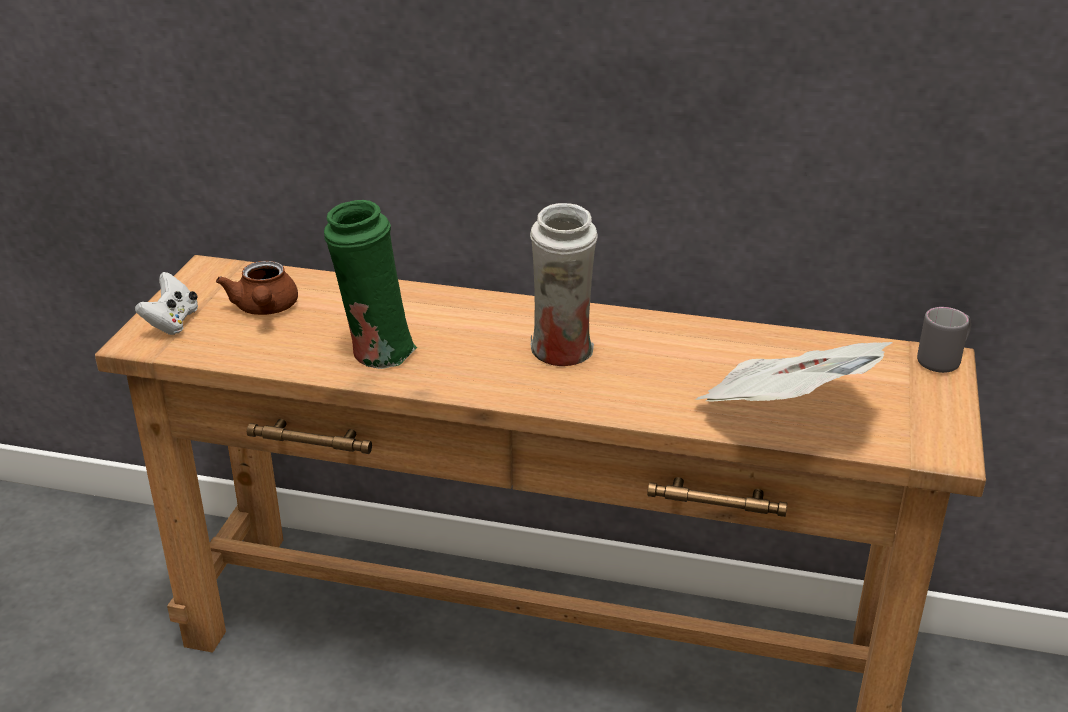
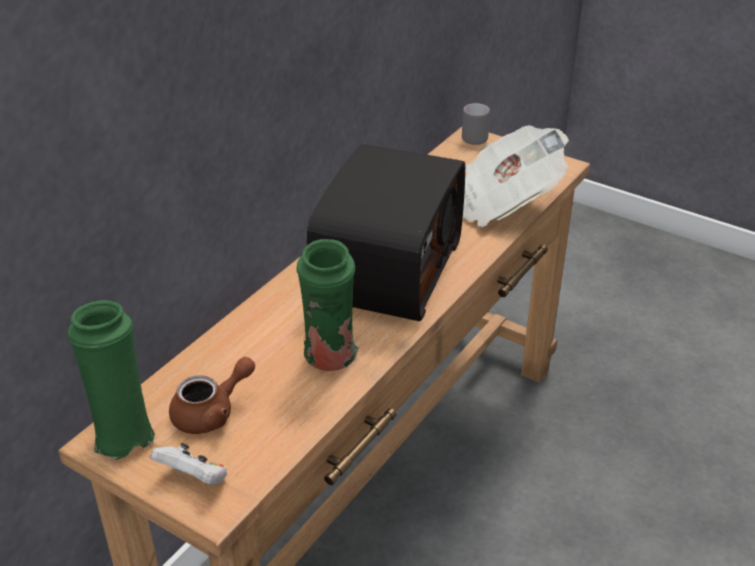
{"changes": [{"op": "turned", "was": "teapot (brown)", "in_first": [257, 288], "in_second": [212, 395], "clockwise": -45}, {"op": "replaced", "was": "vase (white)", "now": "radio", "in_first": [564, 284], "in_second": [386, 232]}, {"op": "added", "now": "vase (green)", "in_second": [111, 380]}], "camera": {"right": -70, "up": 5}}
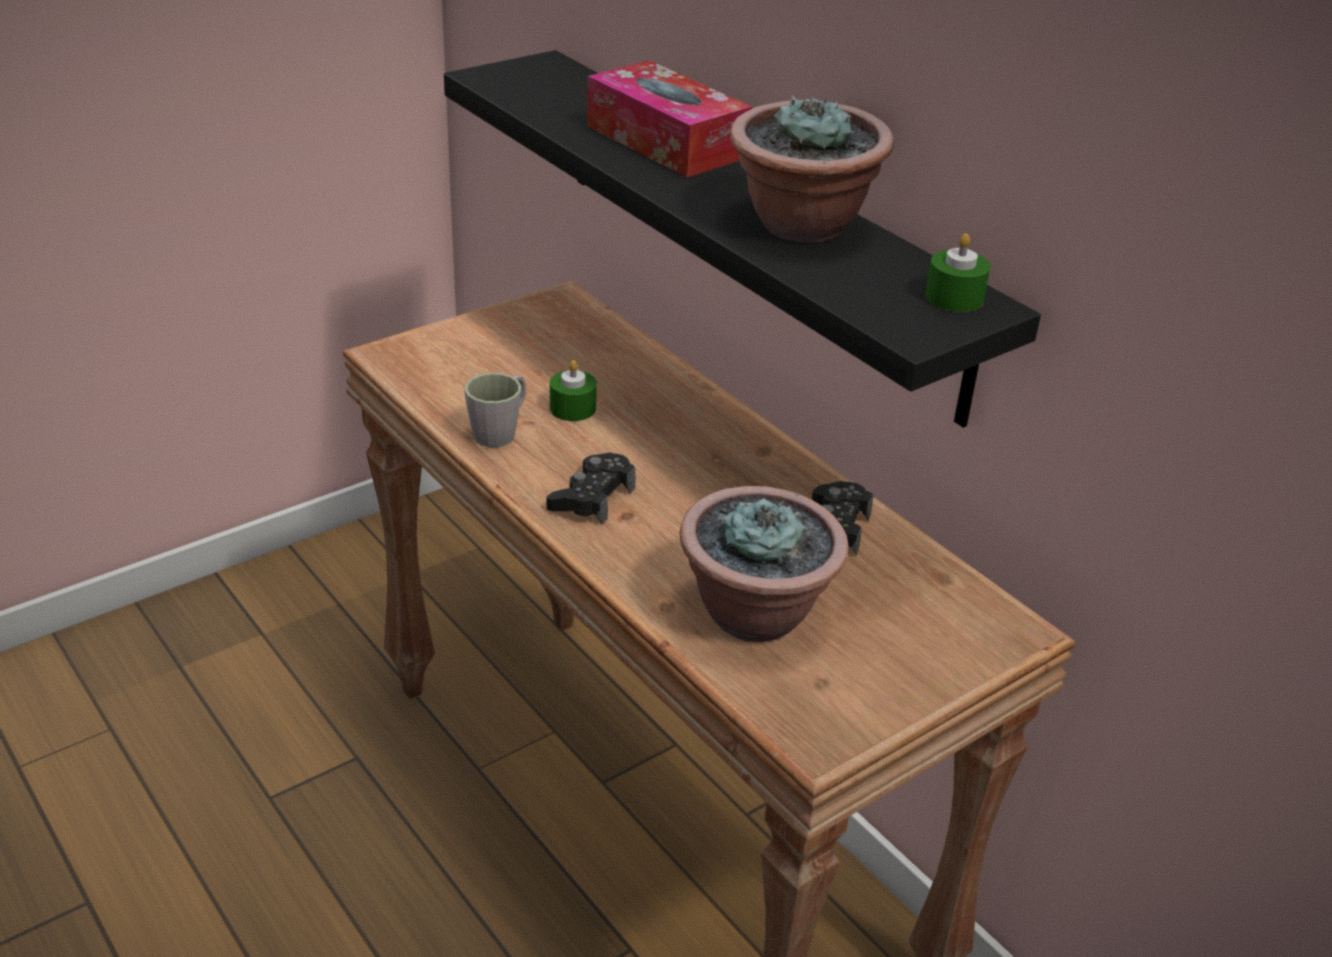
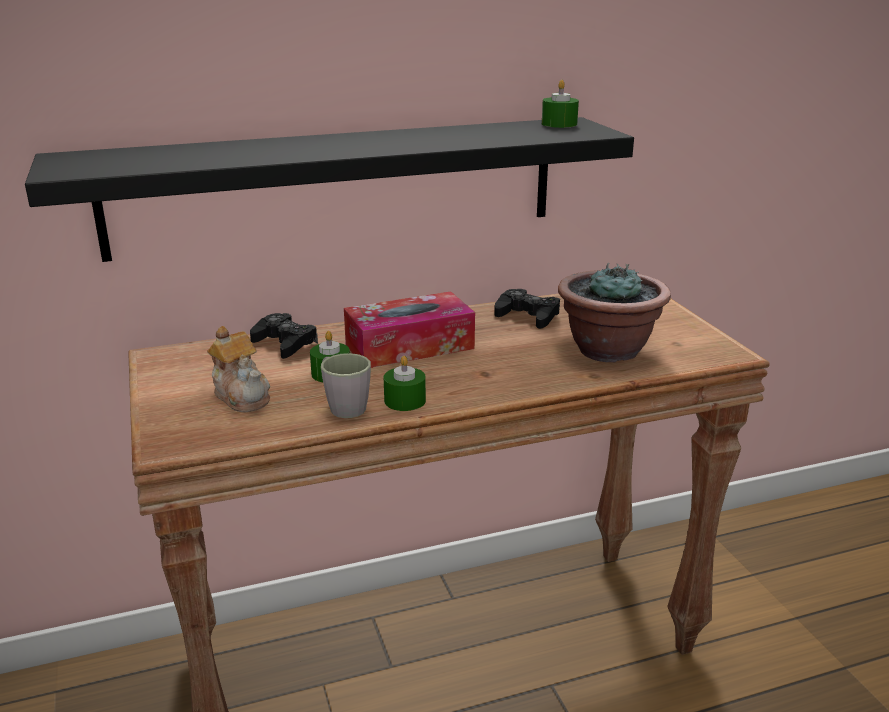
{"changes": [{"op": "moved", "was": "game controller (black)", "in_first": [591, 488], "in_second": [284, 336]}, {"op": "moved", "was": "tissue box", "in_first": [669, 119], "in_second": [409, 329]}, {"op": "removed", "was": "potted plant", "in_first": [812, 168]}, {"op": "added", "now": "teapot", "in_second": [238, 369]}, {"op": "added", "now": "candle (green)", "in_second": [405, 383]}], "camera": {"right": -70, "up": -10}}
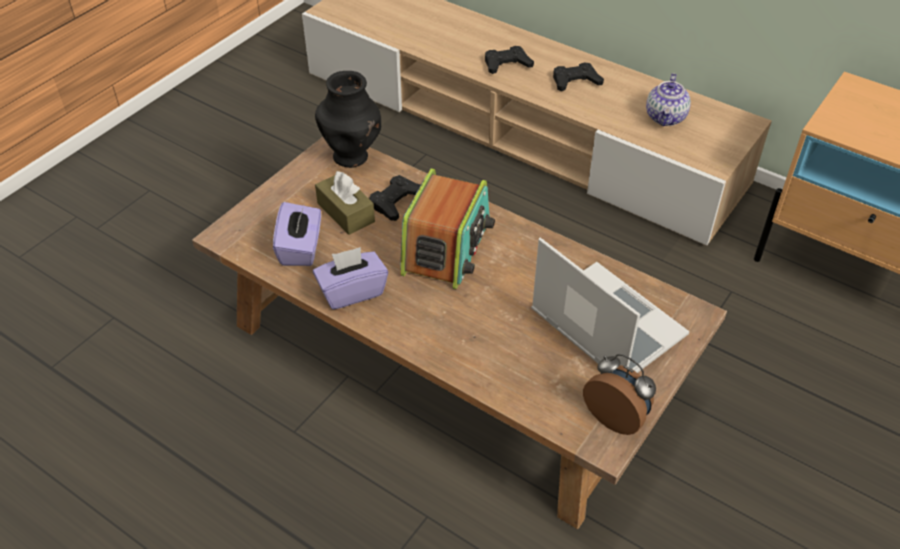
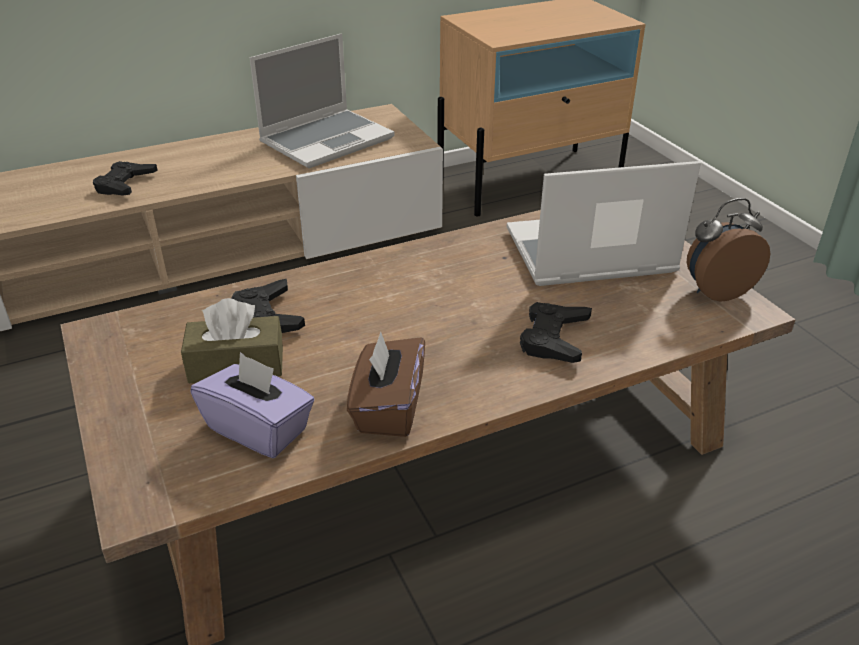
{"changes": [{"op": "recoloured", "was": "tissue box (purple)", "now": "tissue box (brown)", "in_first": [350, 278], "in_second": [386, 384]}, {"op": "removed", "was": "vase (black)", "in_first": [348, 119]}, {"op": "removed", "was": "radio", "in_first": [447, 228]}, {"op": "moved", "was": "game controller (black)", "in_first": [578, 76], "in_second": [556, 332]}, {"op": "replaced", "was": "teapot", "now": "laptop", "in_first": [668, 99], "in_second": [321, 100]}], "camera": {"right": -60, "up": -10}}
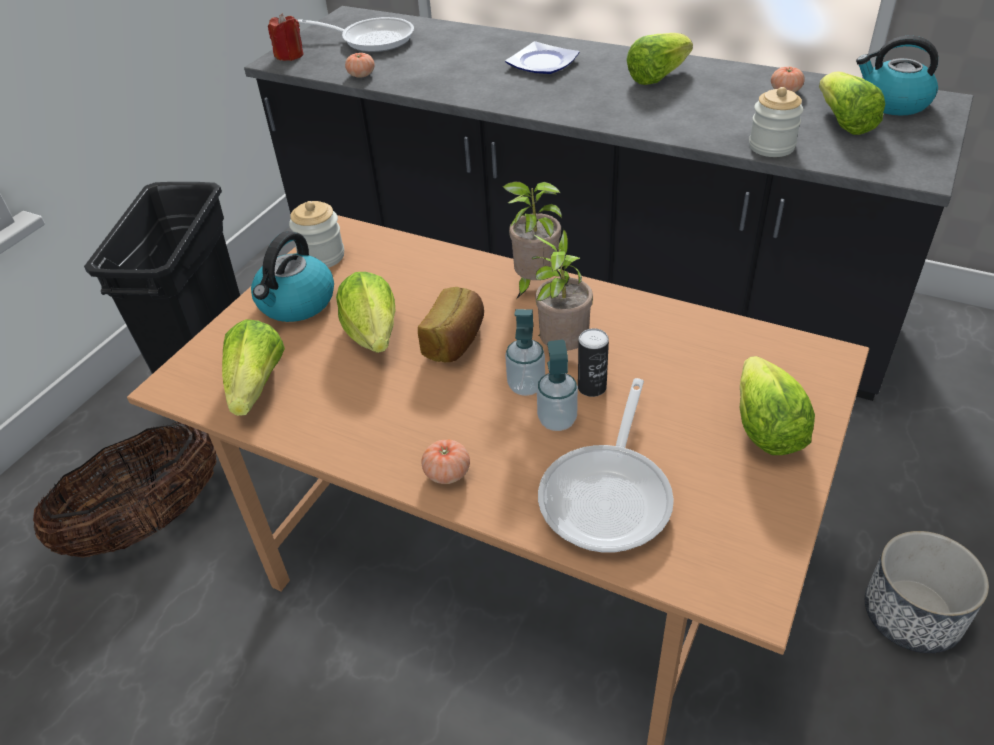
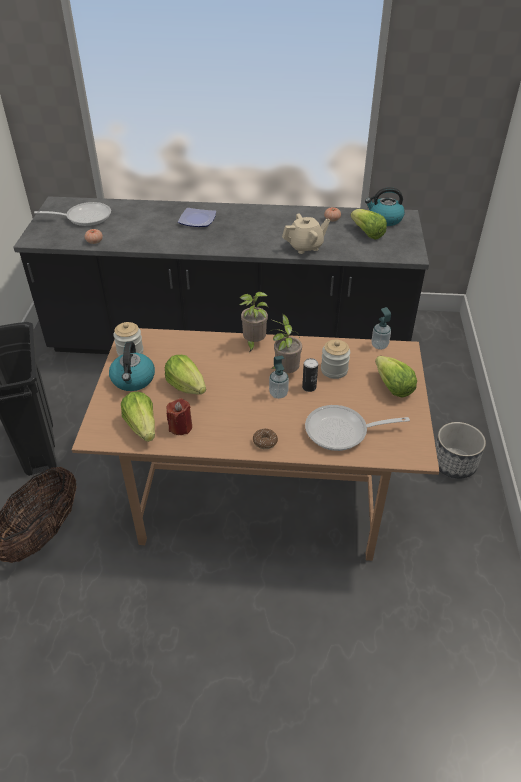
{"changes": [{"op": "moved", "was": "candle (red)", "in_first": [286, 37], "in_second": [179, 416]}, {"op": "removed", "was": "bread", "in_first": [451, 324]}, {"op": "replaced", "was": "tomato", "now": "donut", "in_first": [445, 461], "in_second": [265, 439]}, {"op": "moved", "was": "soap dispenser", "in_first": [557, 385], "in_second": [381, 328]}, {"op": "turned", "was": "frying pan", "in_first": [606, 465], "in_second": [357, 428], "clockwise": 90}, {"op": "removed", "was": "lettuce", "in_first": [659, 59]}, {"op": "moved", "was": "jar", "in_first": [776, 122], "in_second": [335, 359]}, {"op": "added", "now": "teapot (beige)", "in_second": [306, 234]}], "camera": {"right": -25, "up": 0}}
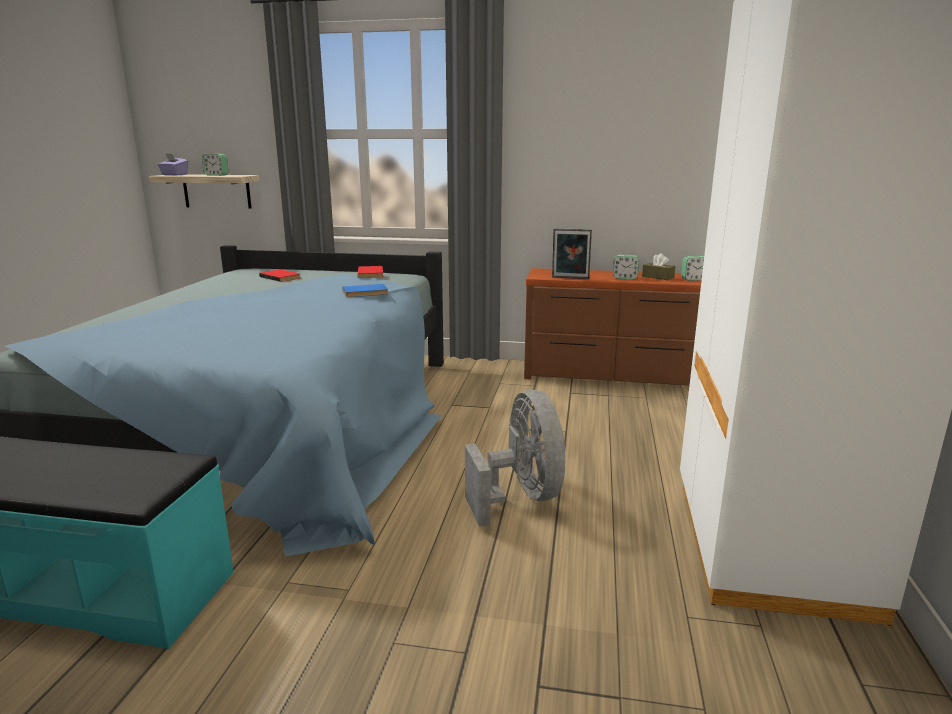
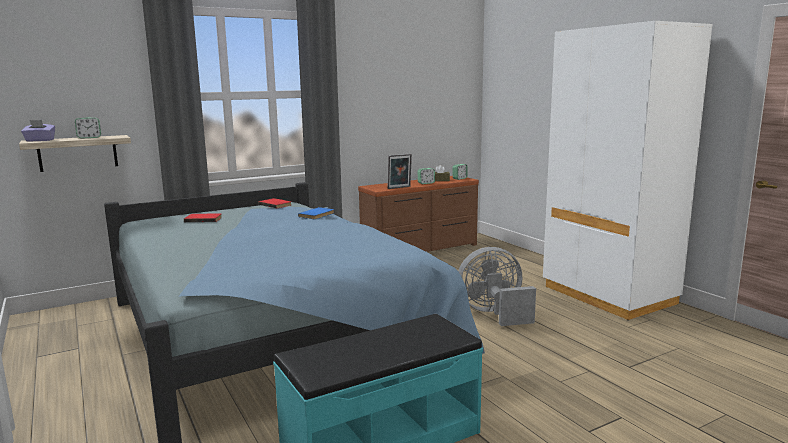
{"changes": [{"op": "turned", "was": "fan (grey)", "in_first": [515, 458], "in_second": [497, 286], "clockwise": -45}], "camera": {"right": -40, "up": -5}}
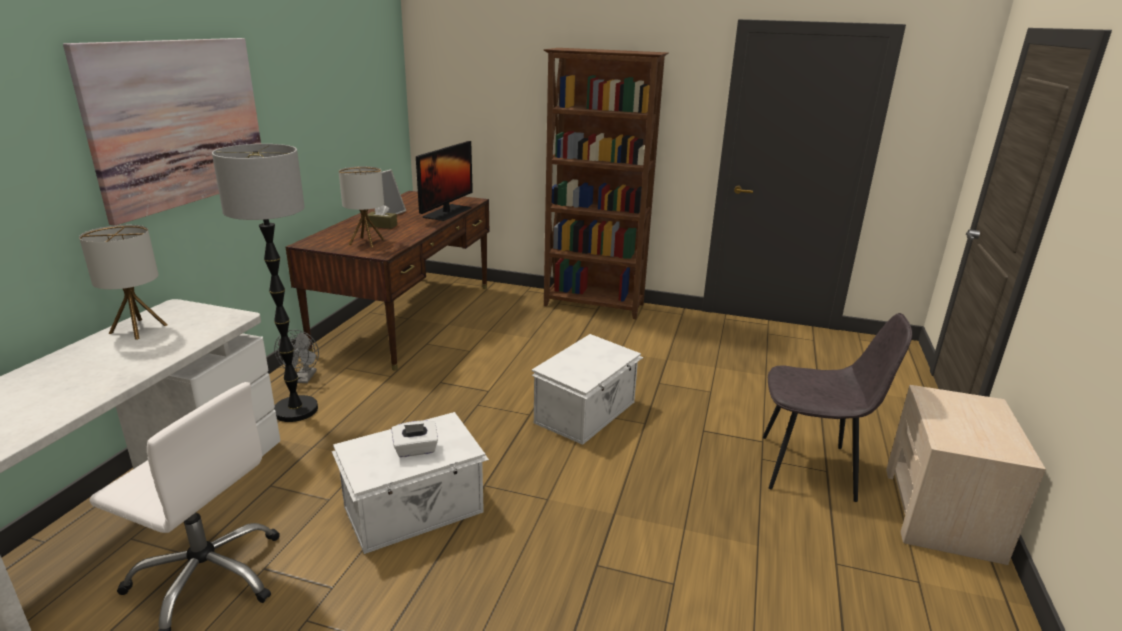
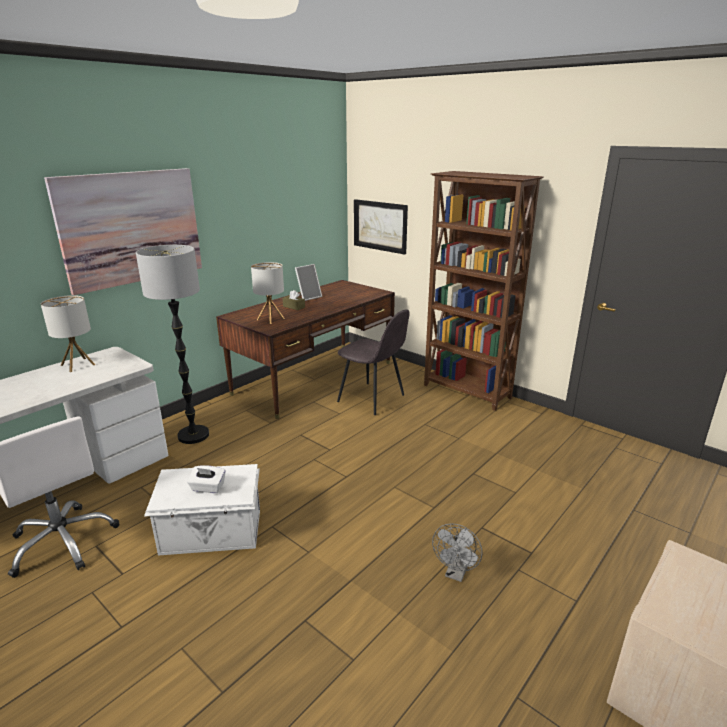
{"changes": [{"op": "moved", "was": "fan (grey)", "in_first": [296, 356], "in_second": [457, 552]}, {"op": "removed", "was": "monitor", "in_first": [444, 181]}, {"op": "removed", "was": "storage box (white)", "in_first": [587, 389]}, {"op": "moved", "was": "chair (grey)", "in_first": [837, 407], "in_second": [373, 362]}, {"op": "added", "now": "picture", "in_second": [381, 227]}], "camera": {"right": 25, "up": 0}}
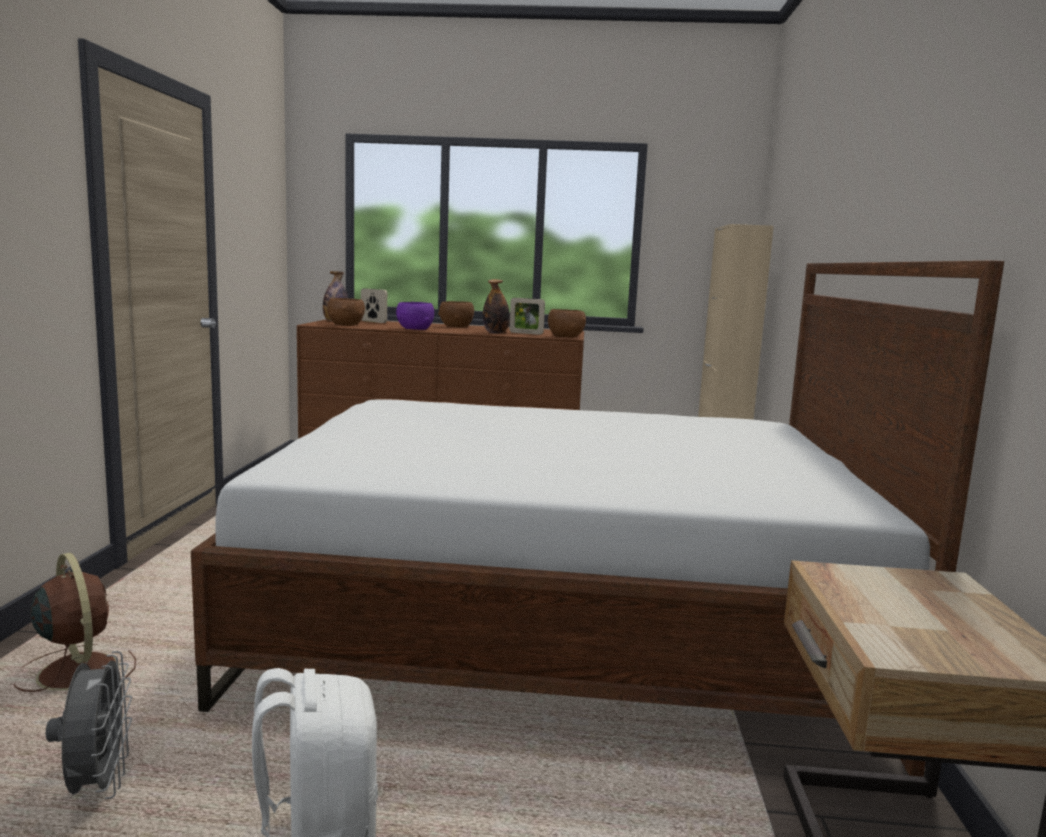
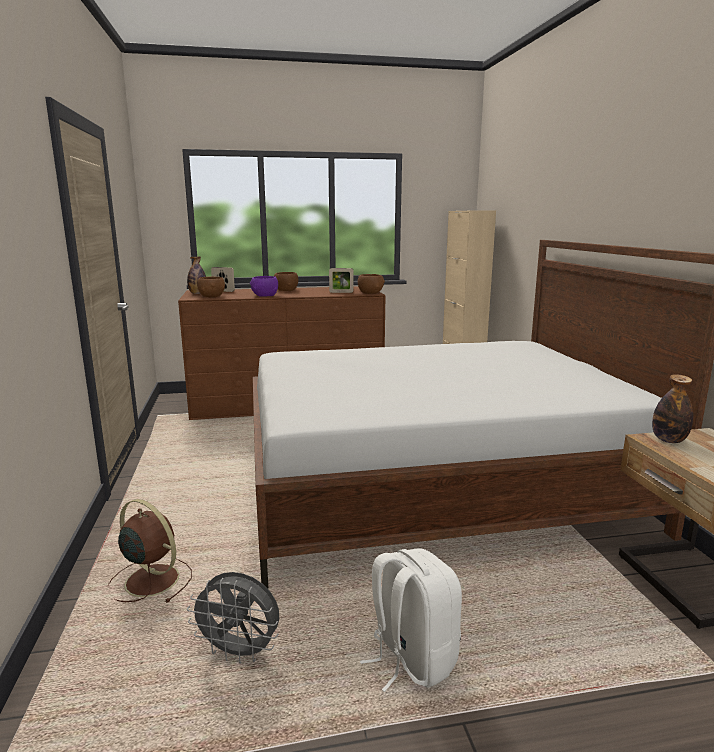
{"changes": [{"op": "turned", "was": "fan (grey)", "in_first": [89, 725], "in_second": [233, 618], "clockwise": 135}, {"op": "moved", "was": "bottle", "in_first": [496, 306], "in_second": [672, 408]}], "camera": {"right": -15, "up": 5}}
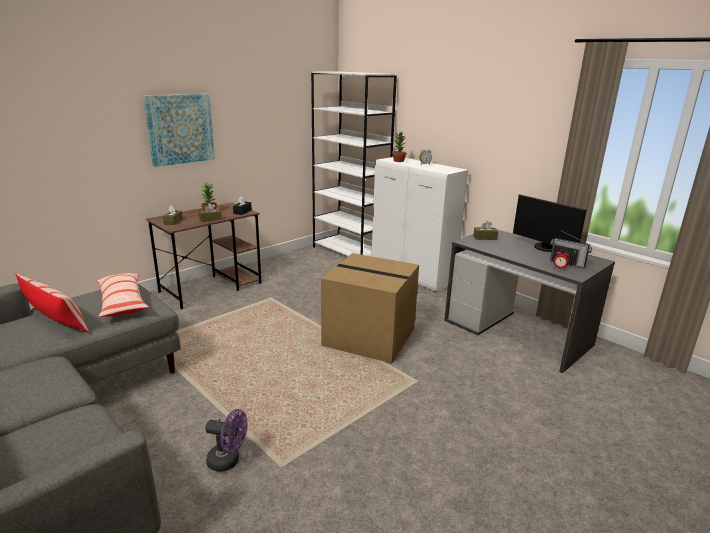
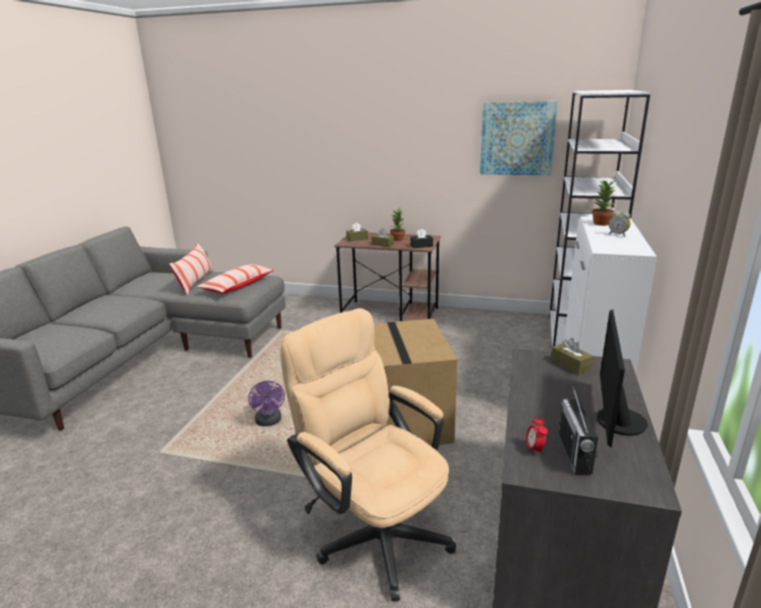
{"changes": [{"op": "moved", "was": "picture", "in_first": [179, 130], "in_second": [519, 138]}, {"op": "moved", "was": "fan (purple)", "in_first": [226, 440], "in_second": [266, 403]}, {"op": "added", "now": "office chair (beige)", "in_second": [368, 454]}], "camera": {"right": 60, "up": 0}}
